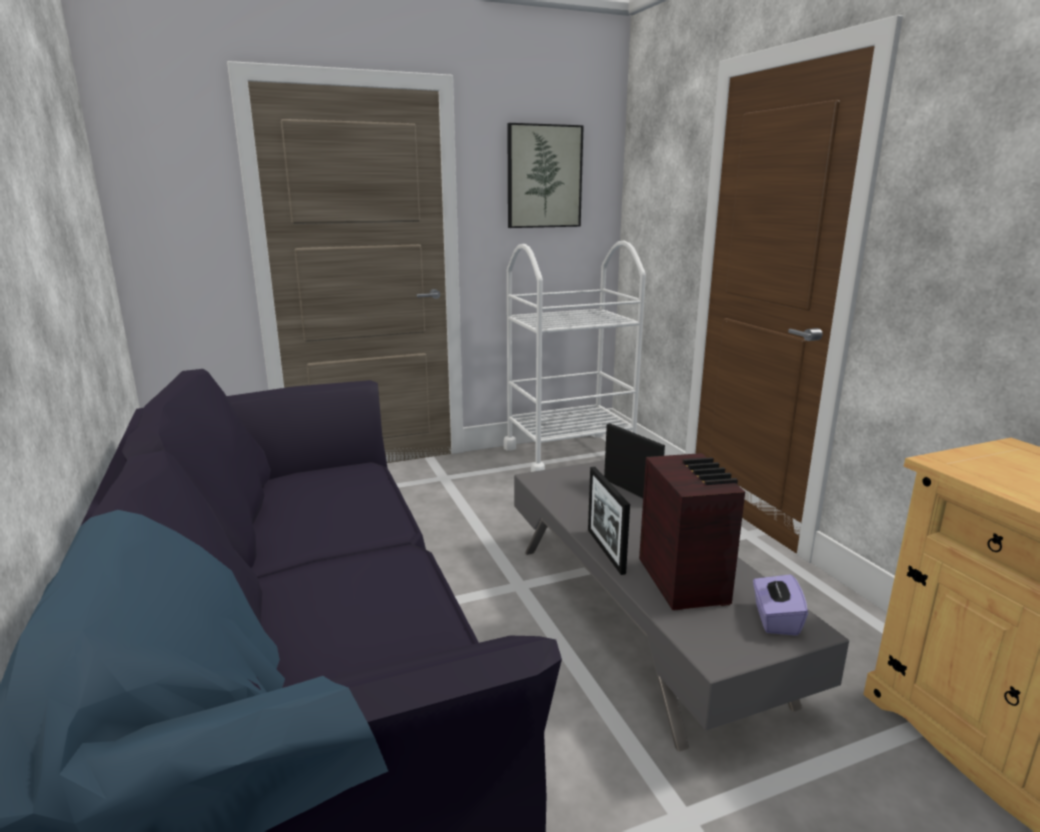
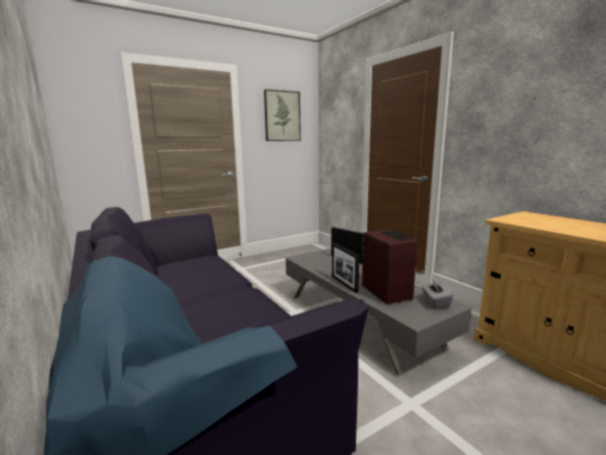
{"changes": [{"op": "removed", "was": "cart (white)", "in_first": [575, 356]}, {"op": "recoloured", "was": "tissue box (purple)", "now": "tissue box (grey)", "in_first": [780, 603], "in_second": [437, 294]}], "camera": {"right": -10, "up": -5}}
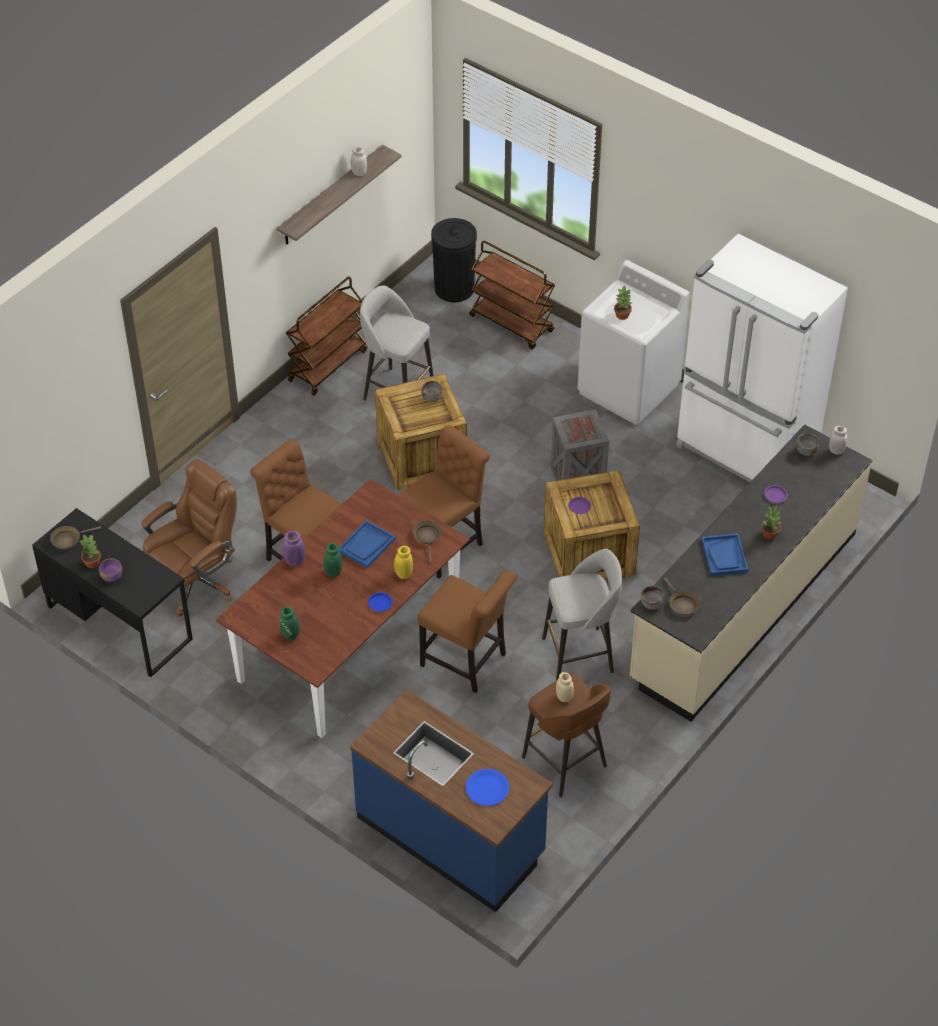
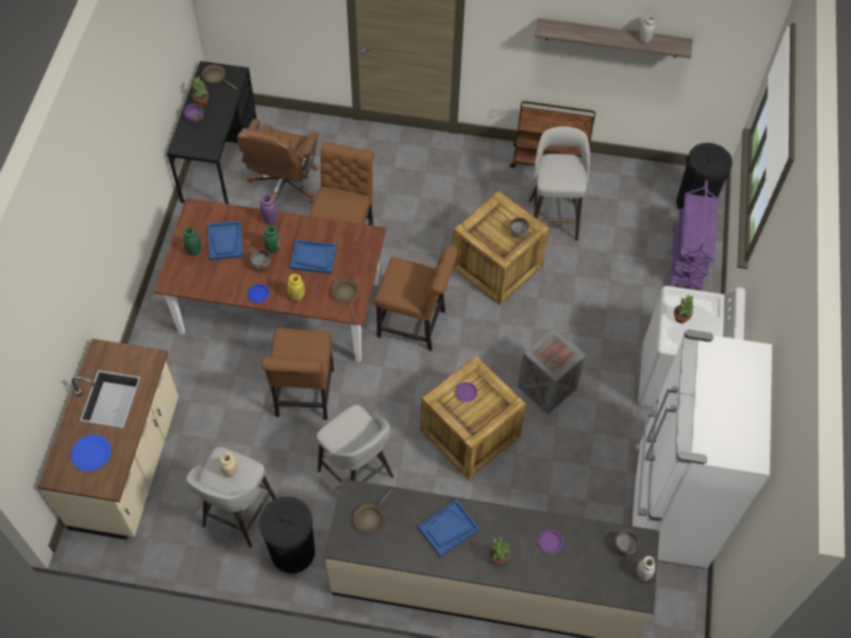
{"changes": [{"op": "turned", "was": "office chair (brown)", "in_first": [189, 538], "in_second": [278, 161], "clockwise": 90}, {"op": "recoloured", "was": "counter (blue)", "now": "counter (beige)", "in_first": [451, 801], "in_second": [108, 439]}, {"op": "turned", "was": "frying pan (brown)", "in_first": [427, 542], "in_second": [344, 299], "clockwise": -75}, {"op": "recoloured", "was": "cart (brown)", "now": "cart (purple)", "in_first": [512, 295], "in_second": [693, 235]}, {"op": "recoloured", "was": "stool (brown)", "now": "stool (grey)", "in_first": [566, 735], "in_second": [231, 497]}, {"op": "moved", "was": "bowl (grey)", "in_first": [653, 598], "in_second": [260, 260]}, {"op": "added", "now": "tray (blue)", "in_second": [225, 240]}, {"op": "added", "now": "trash can (black)", "in_second": [287, 535]}], "camera": {"right": 60, "up": 10}}
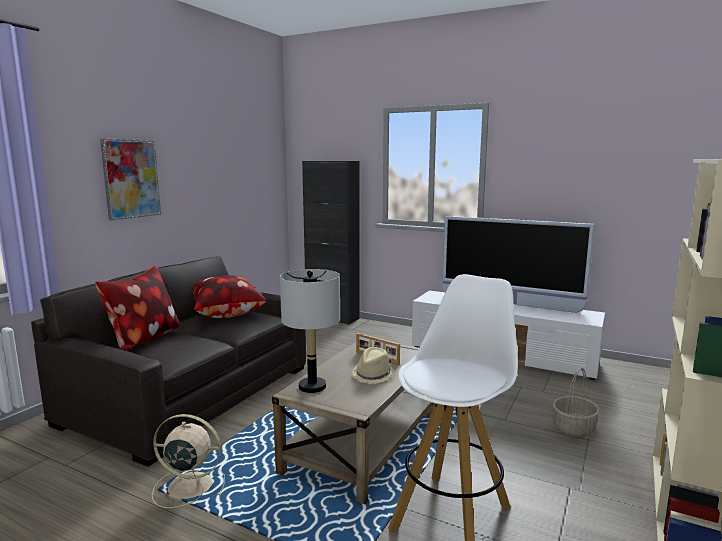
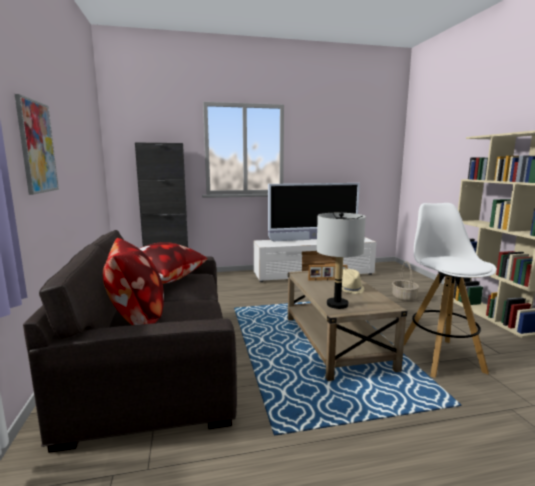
{"changes": [{"op": "removed", "was": "fan (beige)", "in_first": [188, 461]}], "camera": {"right": -40, "up": 0}}
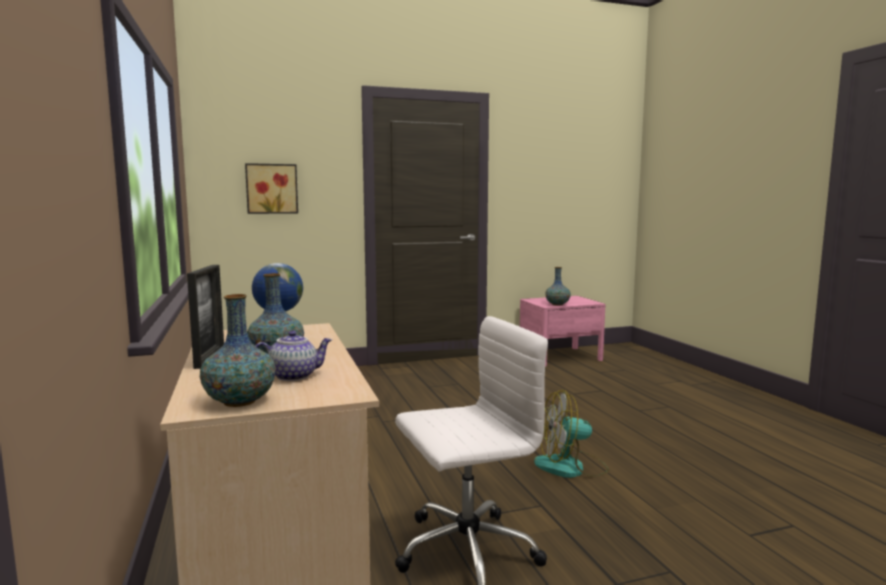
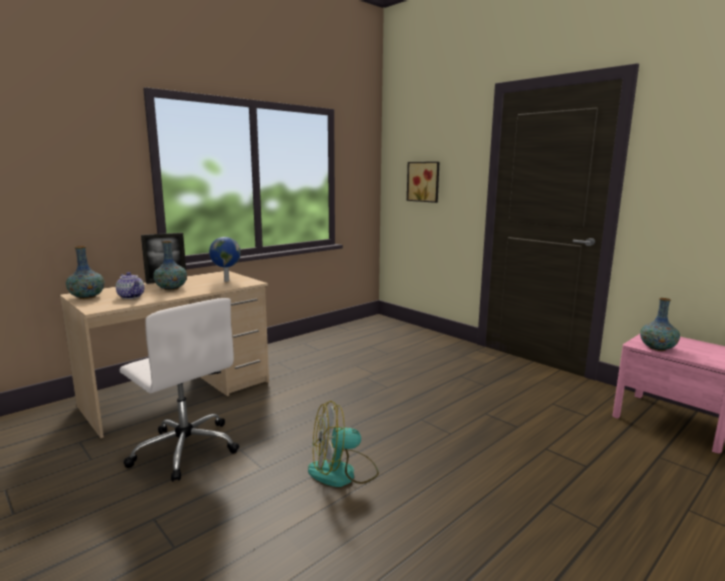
{"changes": [{"op": "turned", "was": "fan", "in_first": [571, 434], "in_second": [343, 444], "clockwise": -75}], "camera": {"right": 65, "up": 5}}
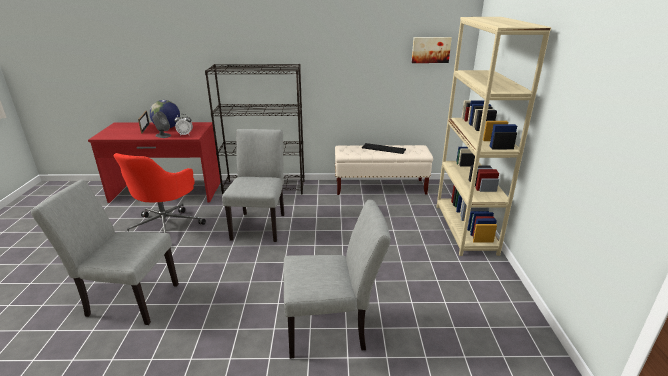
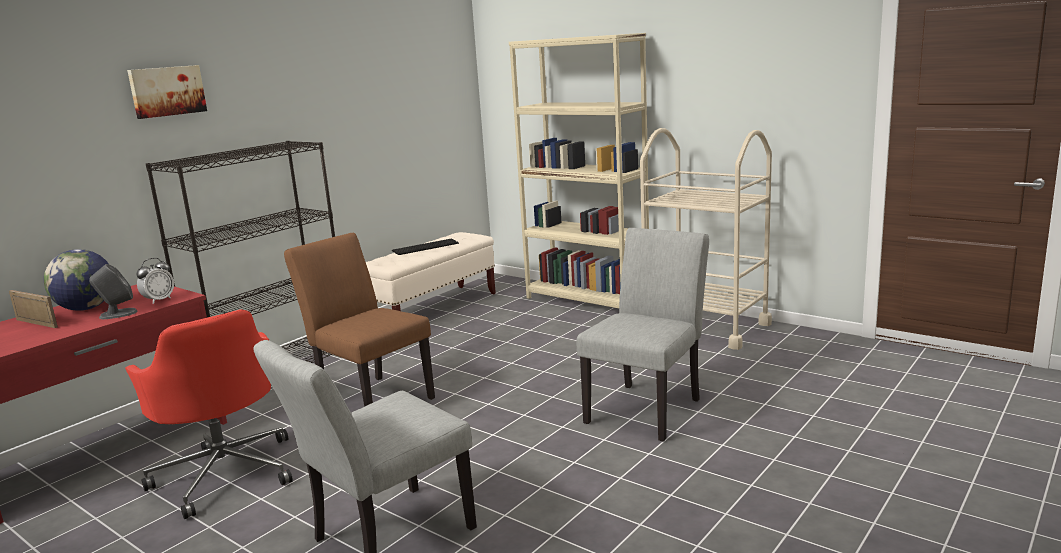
{"changes": [{"op": "recoloured", "was": "chair (grey)", "now": "chair (brown)", "in_first": [253, 185], "in_second": [359, 320]}, {"op": "moved", "was": "picture", "in_first": [432, 50], "in_second": [167, 92]}, {"op": "added", "now": "cart (beige)", "in_second": [706, 239]}], "camera": {"right": -50, "up": -10}}
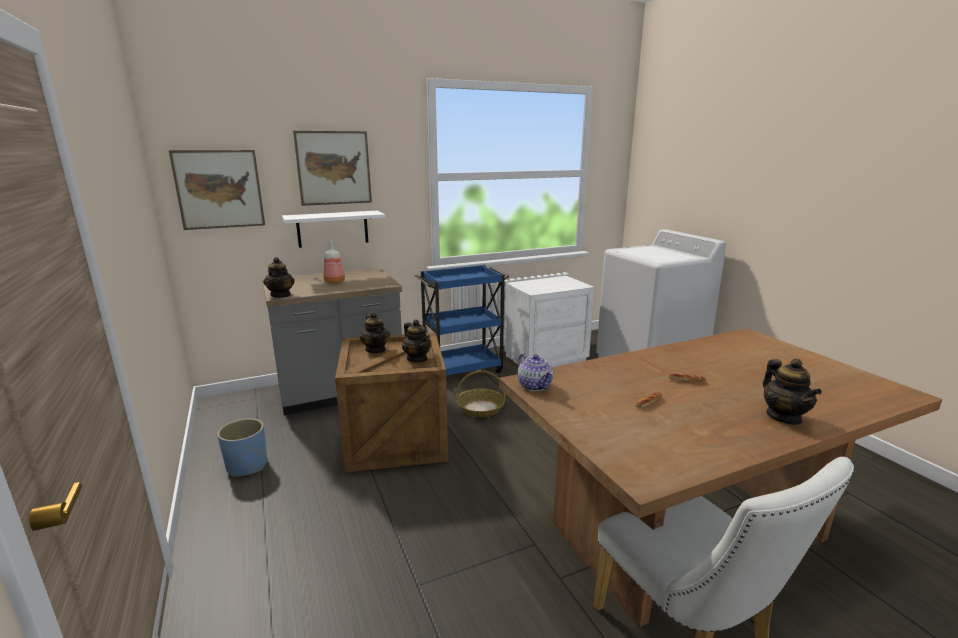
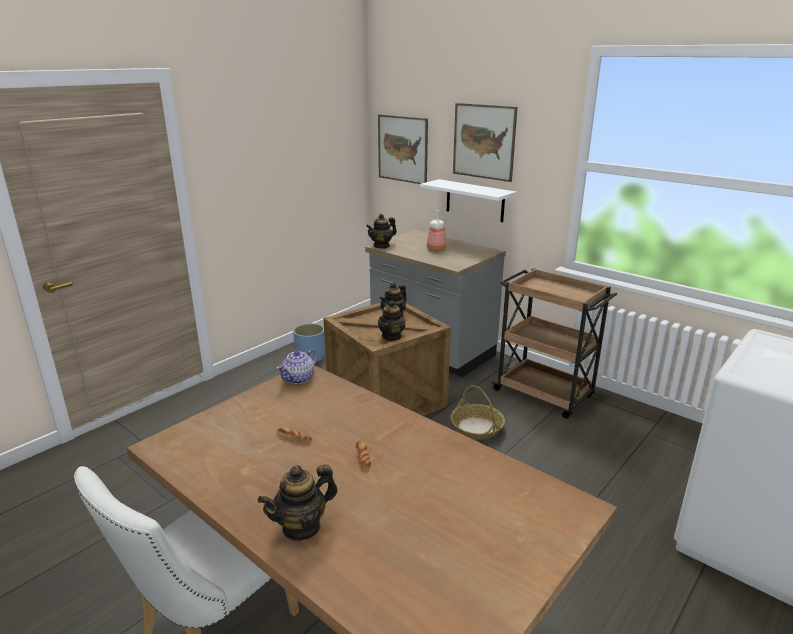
{"changes": [{"op": "recoloured", "was": "cart (blue)", "now": "cart (brown)", "in_first": [462, 320], "in_second": [554, 343]}, {"op": "removed", "was": "nightstand (white)", "in_first": [549, 321]}], "camera": {"right": 65, "up": 5}}
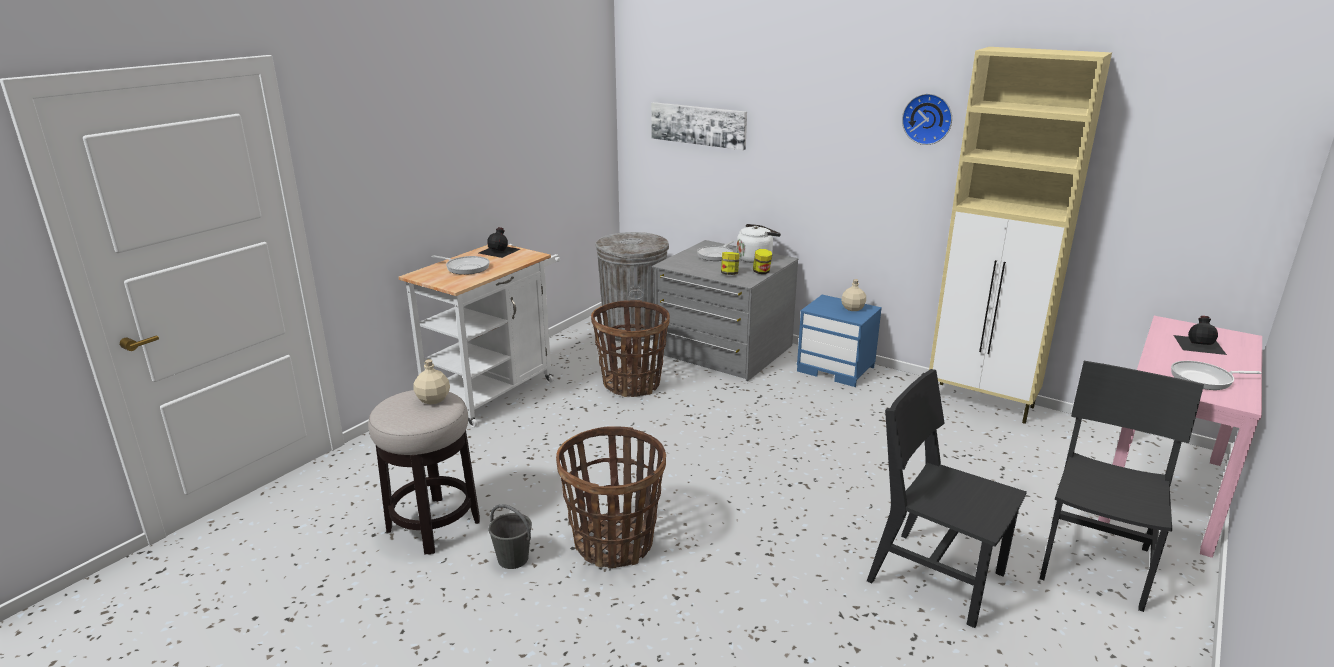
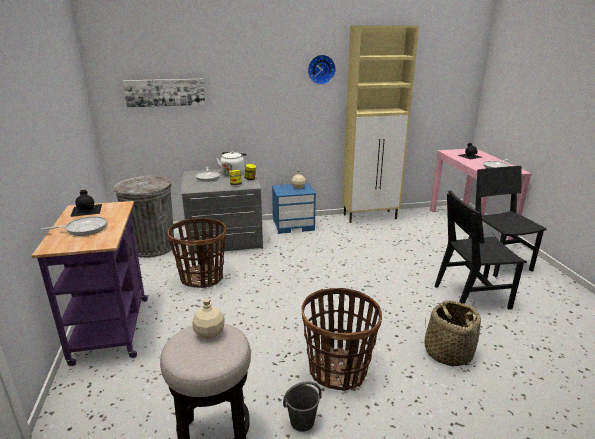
{"changes": [{"op": "recoloured", "was": "cart (white)", "now": "cart (purple)", "in_first": [479, 335], "in_second": [89, 283]}, {"op": "added", "now": "basket", "in_second": [453, 333]}], "camera": {"right": -45, "up": 0}}
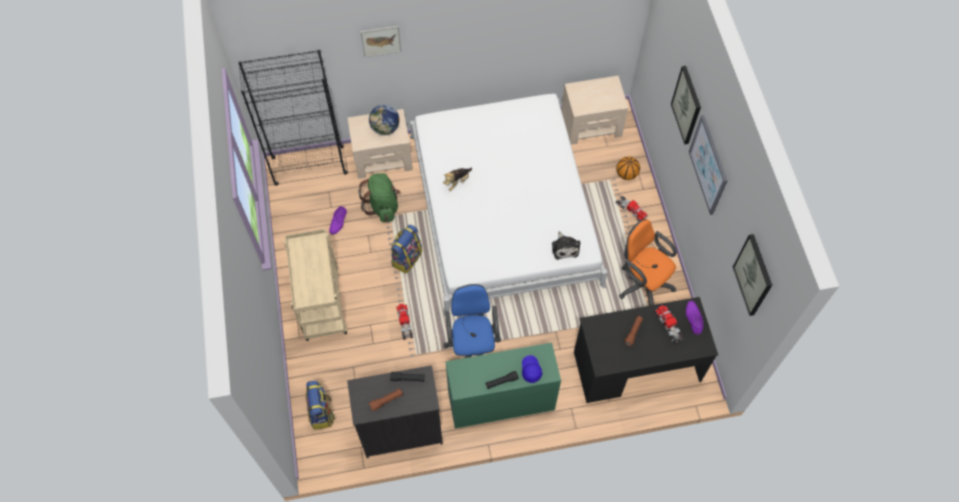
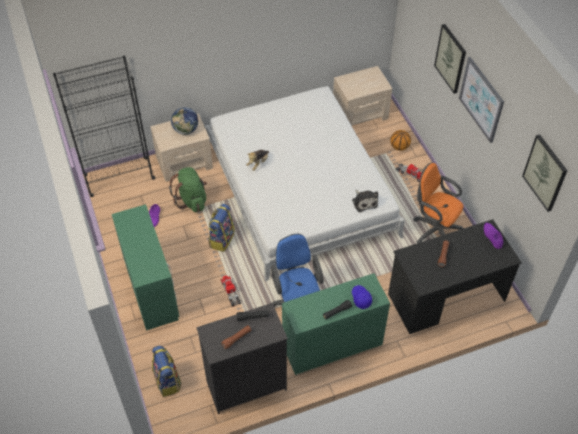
{"changes": [{"op": "replaced", "was": "cart (beige)", "now": "desk (green)", "in_first": [315, 285], "in_second": [145, 267]}, {"op": "removed", "was": "picture", "in_first": [381, 41]}, {"op": "removed", "was": "toy truck", "in_first": [669, 324]}], "camera": {"right": -10, "up": -10}}
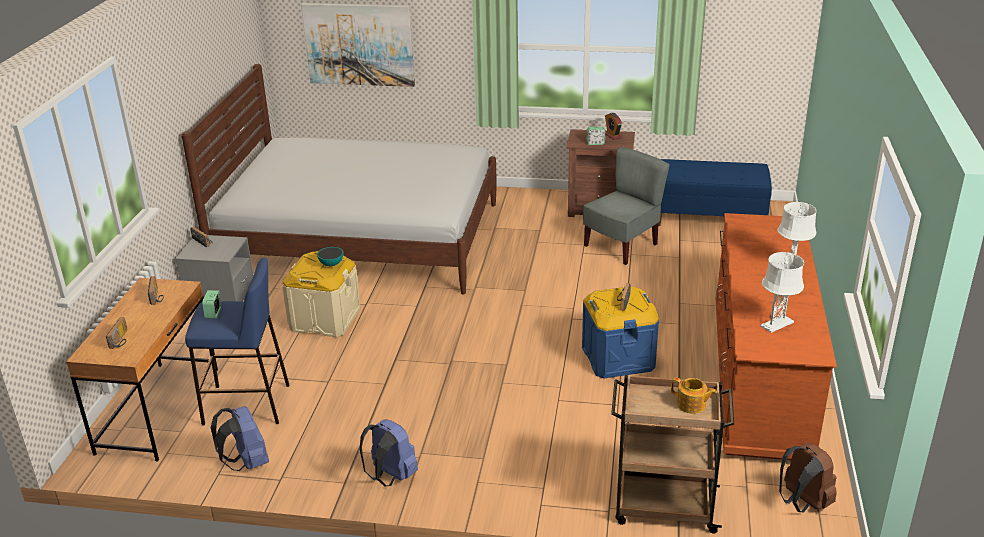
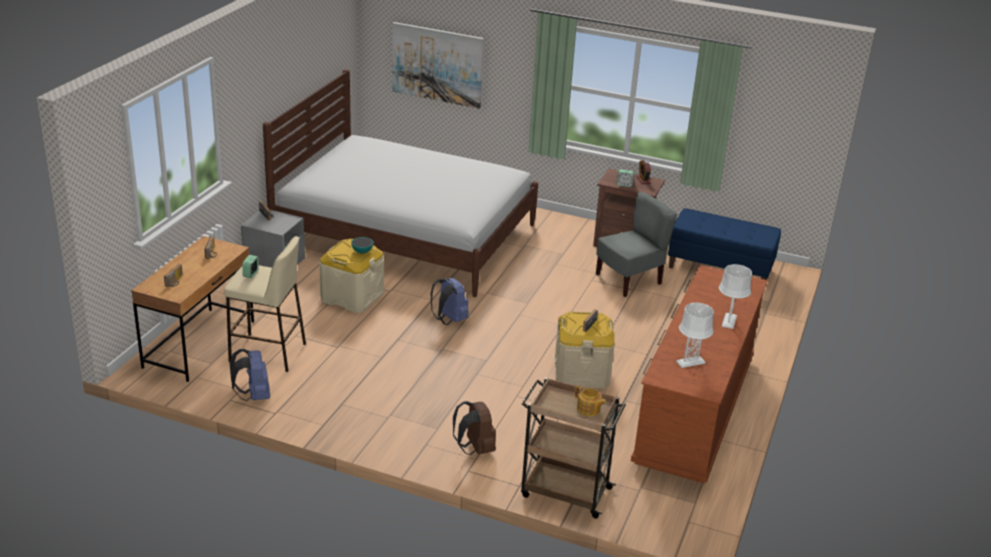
{"changes": [{"op": "recoloured", "was": "stool (blue)", "now": "stool (beige)", "in_first": [237, 341], "in_second": [265, 304]}, {"op": "moved", "was": "backpack (blue)", "in_first": [389, 453], "in_second": [449, 301]}, {"op": "recoloured", "was": "storage box (blue)", "now": "storage box (beige)", "in_first": [620, 332], "in_second": [585, 350]}, {"op": "moved", "was": "backpack (brown)", "in_first": [808, 477], "in_second": [474, 428]}], "camera": {"right": 10, "up": 0}}
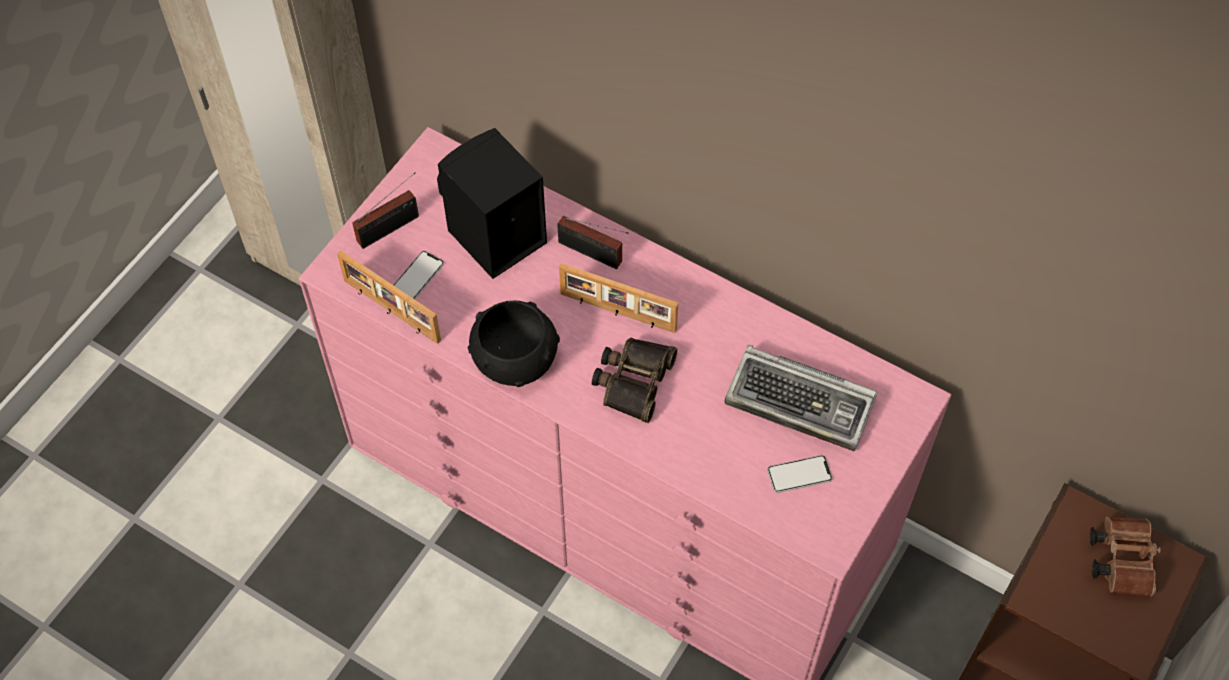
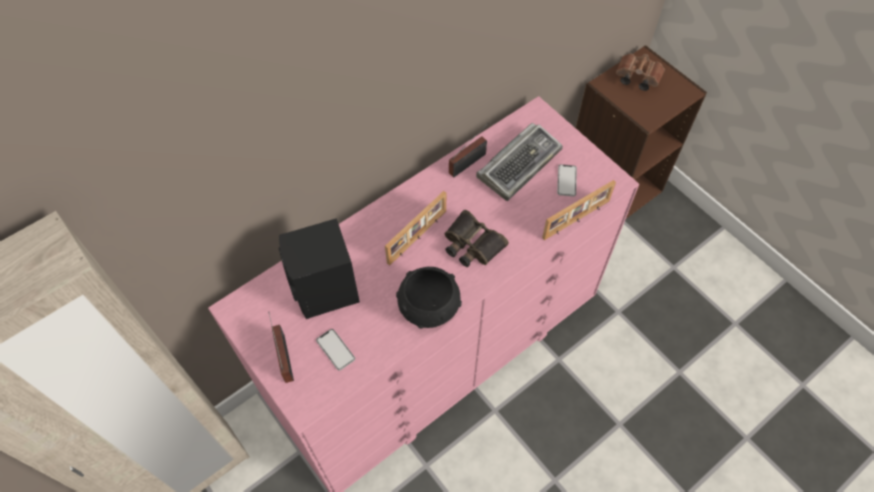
{"changes": [{"op": "moved", "was": "picture frame", "in_first": [389, 297], "in_second": [579, 210]}, {"op": "moved", "was": "radio", "in_first": [593, 242], "in_second": [469, 150]}], "camera": {"right": -70, "up": 0}}
